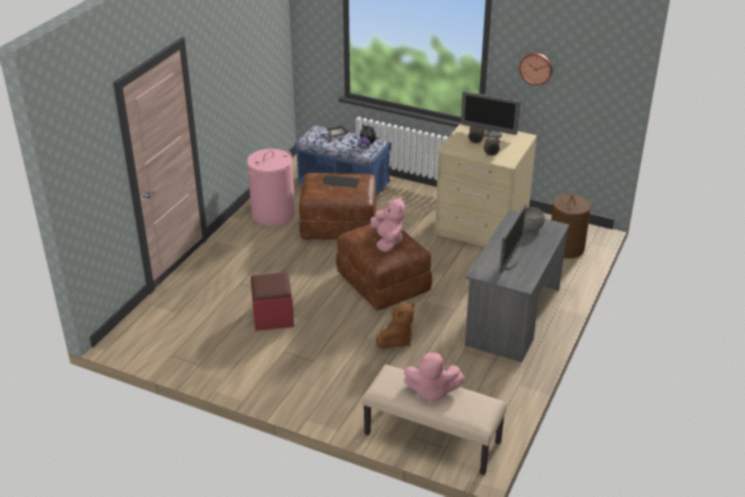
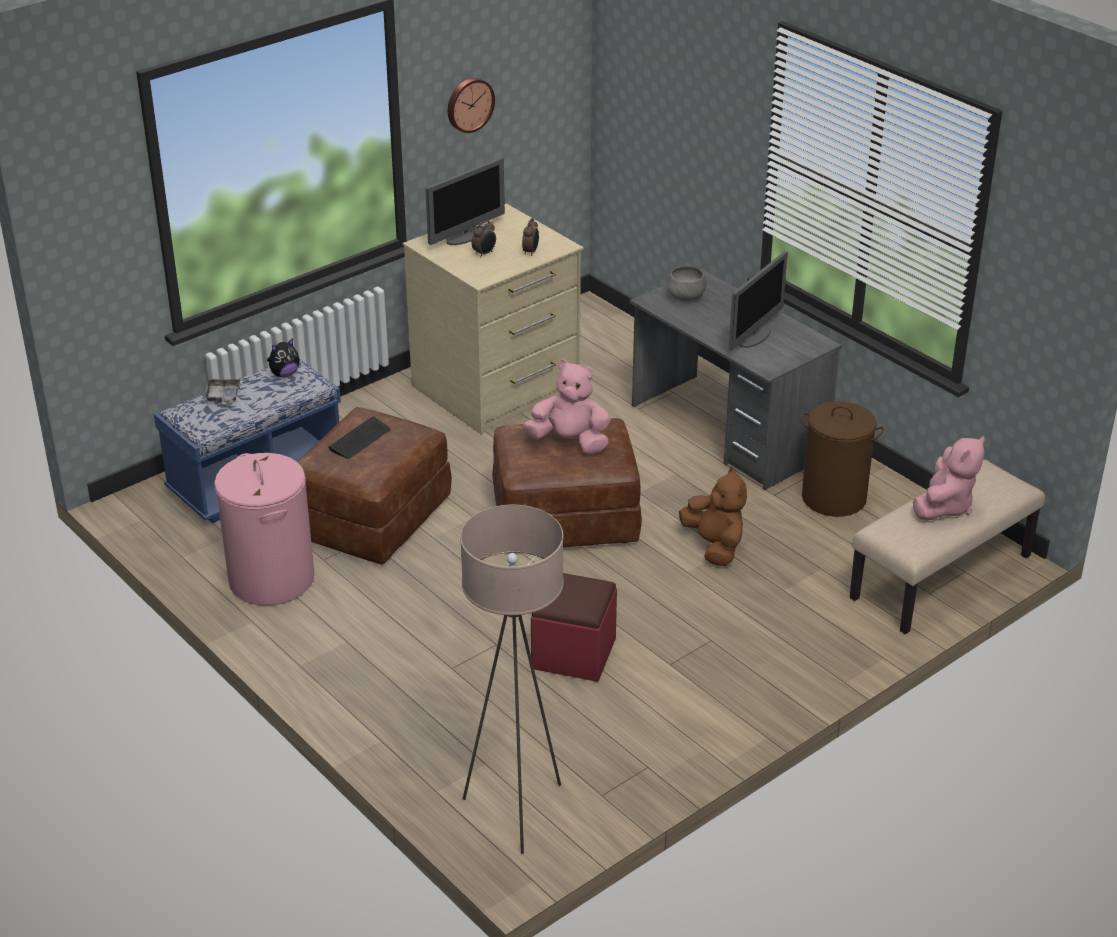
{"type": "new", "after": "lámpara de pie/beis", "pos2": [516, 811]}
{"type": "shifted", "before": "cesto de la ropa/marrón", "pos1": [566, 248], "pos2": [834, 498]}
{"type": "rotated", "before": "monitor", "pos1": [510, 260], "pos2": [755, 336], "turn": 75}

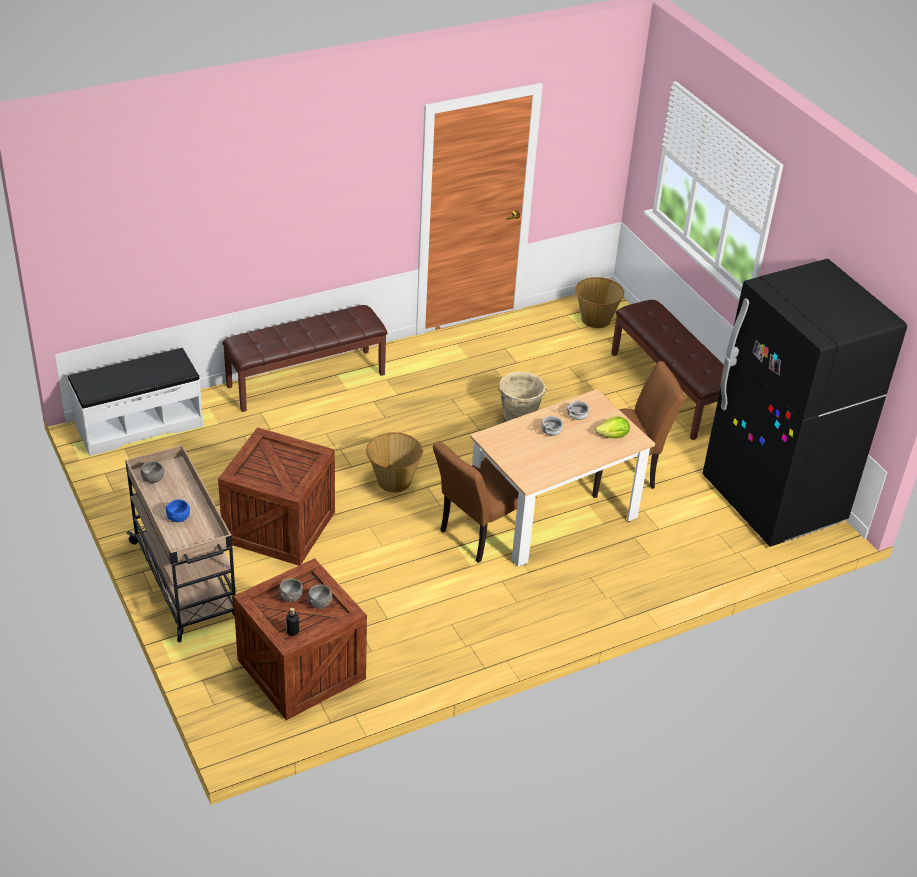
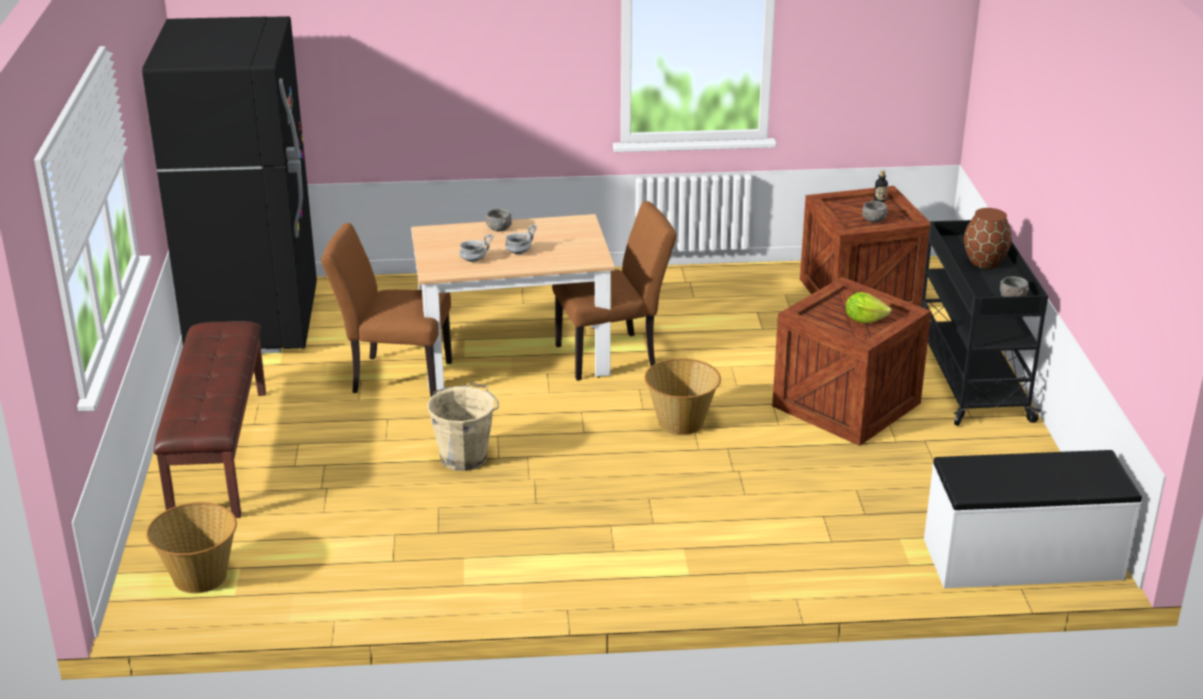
{"type": "gone", "before": "banco/marrón", "pos1": [306, 379]}
{"type": "shifted", "before": "cuenco/gris", "pos1": [320, 603], "pos2": [498, 228]}
{"type": "shifted", "before": "lechuga", "pos1": [613, 436], "pos2": [864, 319]}
{"type": "swapped", "before": "cuenco/azul", "after": "florero/marrón", "pos1": [178, 517], "pos2": [984, 262]}
{"type": "repainted", "before": "carrito/beis", "after": "carrito/negro", "pos1": [186, 582], "pos2": [969, 376]}

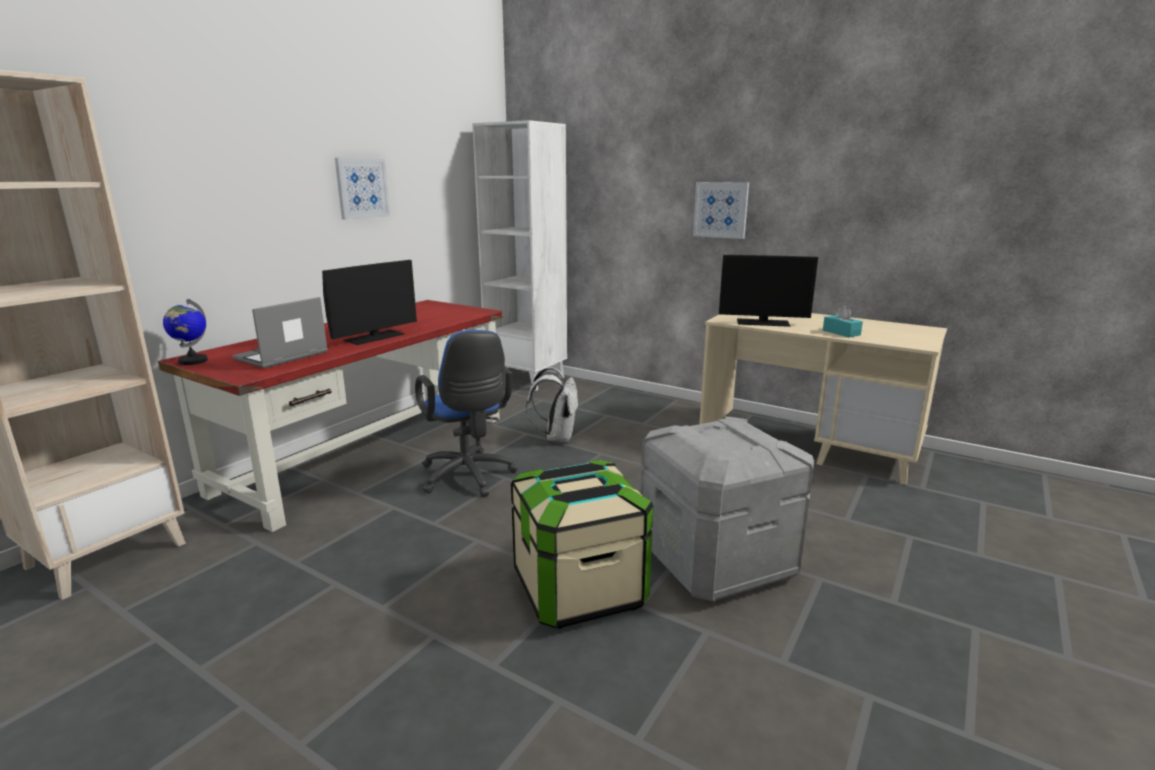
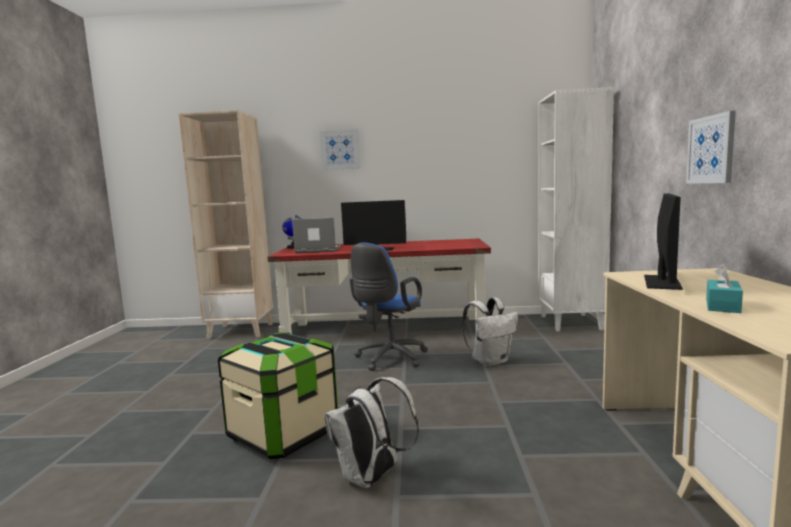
{"type": "shifted", "before": "cuadro", "pos1": [362, 188], "pos2": [340, 149]}
{"type": "swapped", "before": "caja de almacenaje/gris", "after": "mochila/blanco", "pos1": [717, 560], "pos2": [372, 478]}
{"type": "rotated", "before": "monitor", "pos1": [763, 322], "pos2": [662, 282], "turn": -135}

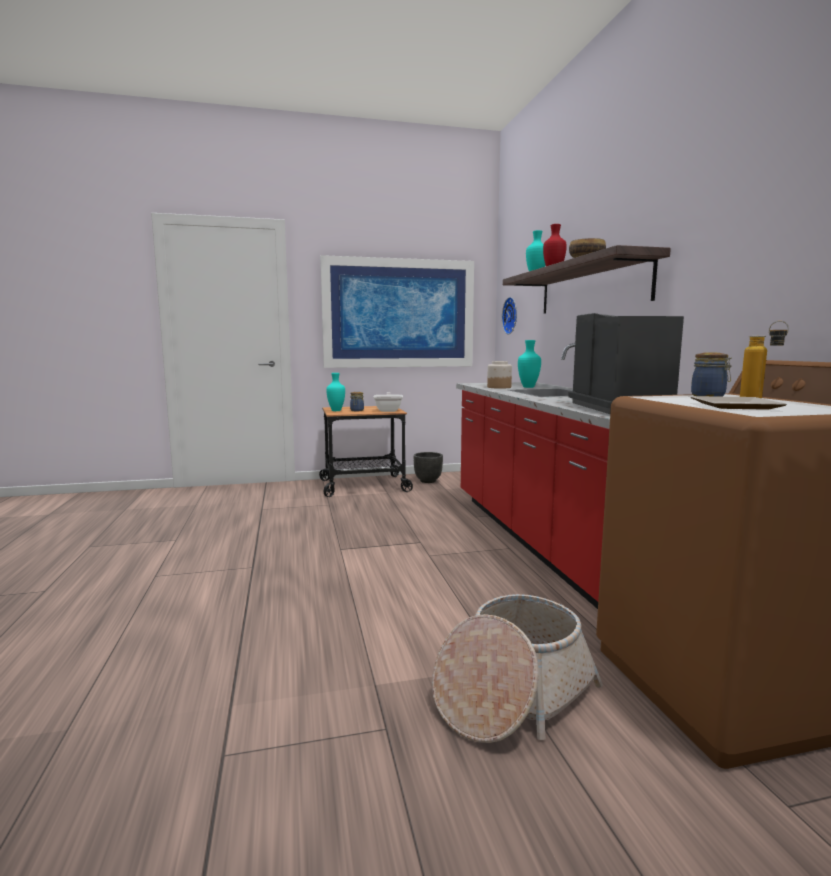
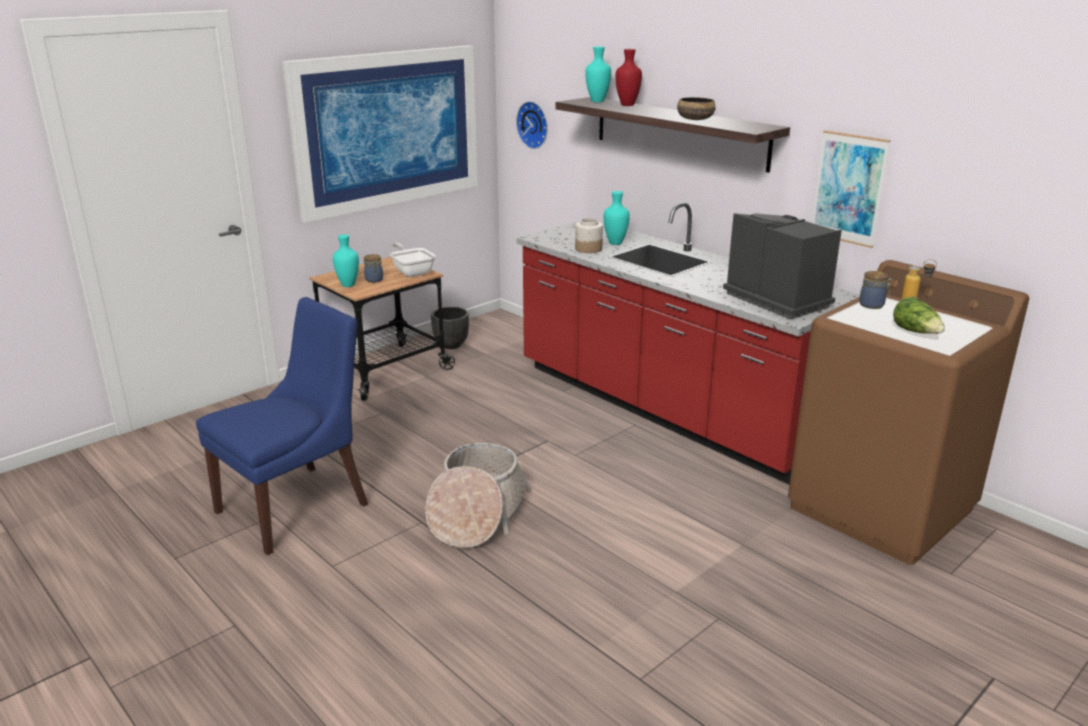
{"type": "new", "after": "silla/azul", "pos2": [297, 506]}
{"type": "new", "after": "cuadro", "pos2": [848, 188]}
{"type": "shifted", "before": "cesta", "pos1": [512, 694], "pos2": [476, 514]}
{"type": "swapped", "before": "plato", "after": "lechuga", "pos1": [736, 406], "pos2": [916, 332]}

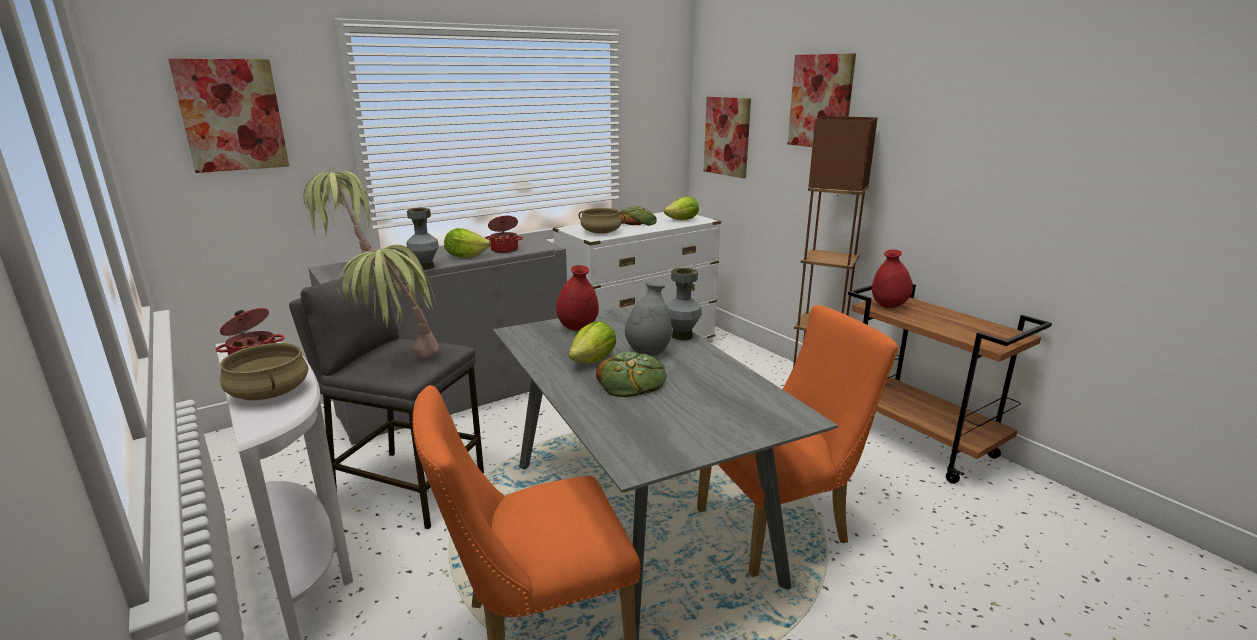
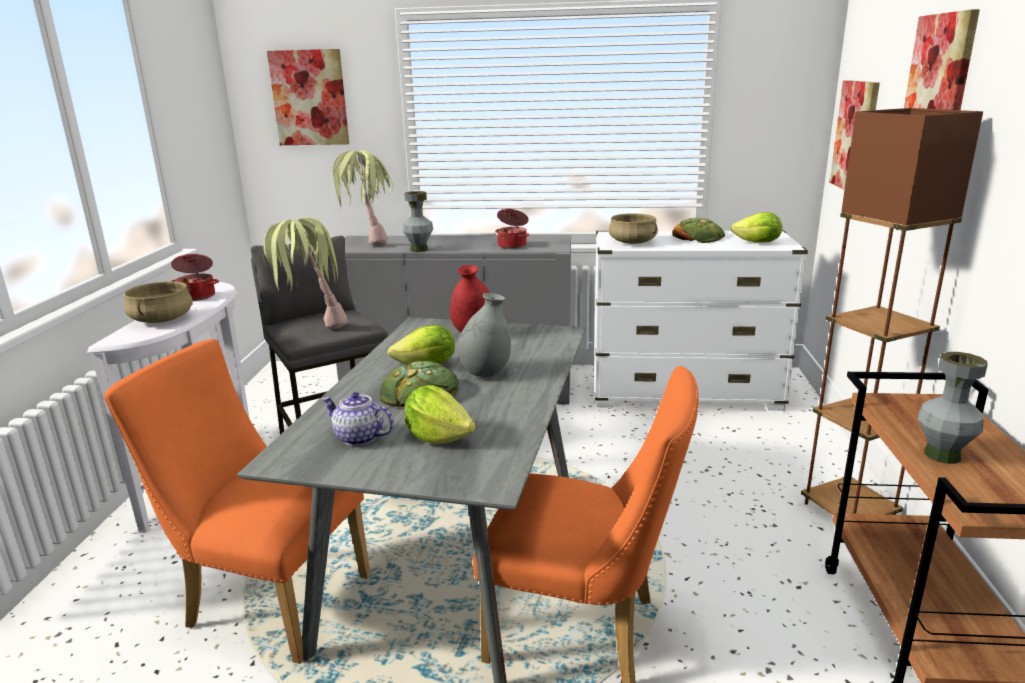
{"type": "gone", "before": "florero/rojo", "pos1": [888, 306]}
{"type": "new", "after": "tetera", "pos2": [358, 437]}
{"type": "shifted", "before": "lechuga", "pos1": [465, 256], "pos2": [438, 437]}
{"type": "shifted", "before": "florero/gris", "pos1": [682, 336], "pos2": [942, 455]}

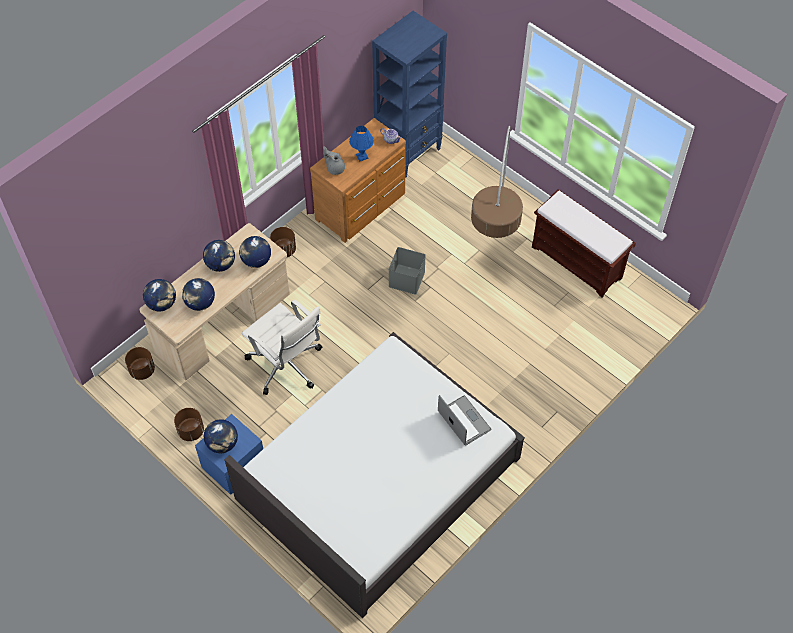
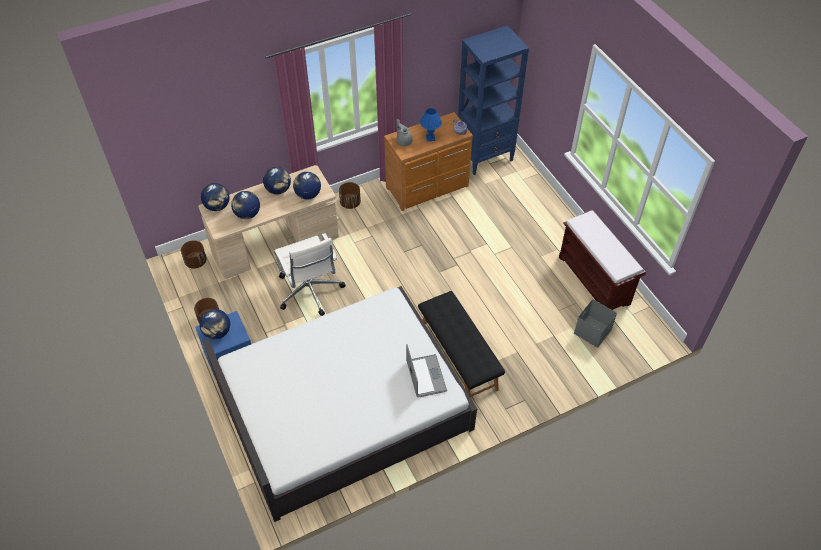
{"type": "gone", "before": "lámpara de pie", "pos1": [493, 248]}
{"type": "new", "after": "banco/negro", "pos2": [457, 357]}
{"type": "shifted", "before": "caja de almacenaje/gris", "pos1": [406, 278], "pos2": [592, 330]}

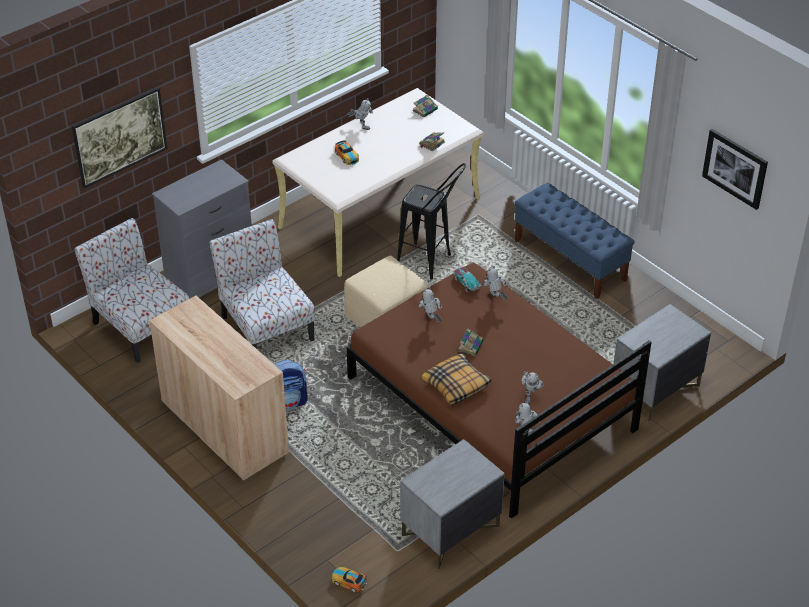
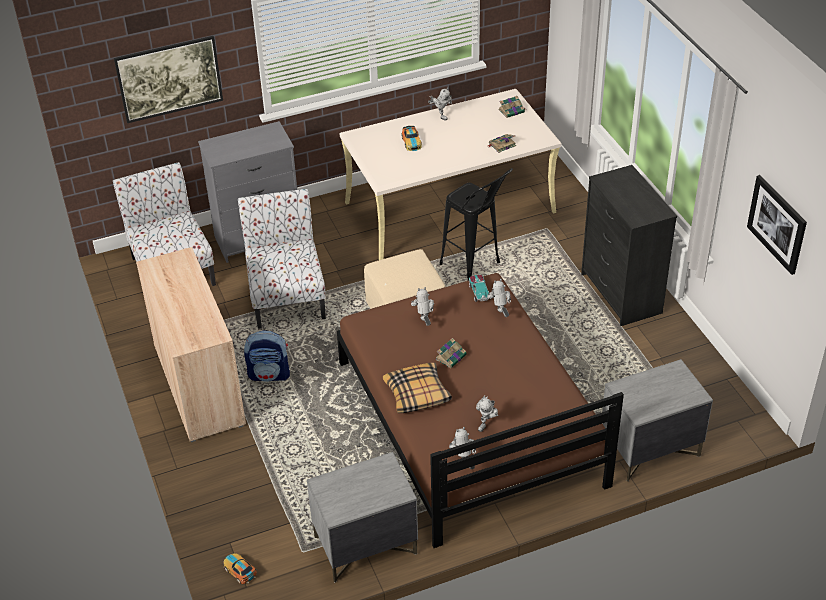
{"type": "swapped", "before": "banco/azul", "after": "cómoda/negro", "pos1": [570, 260], "pos2": [620, 293]}

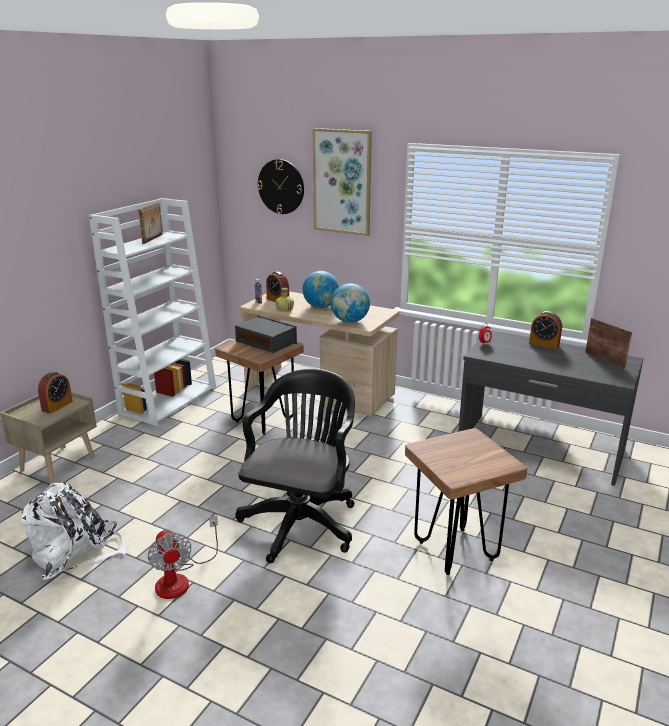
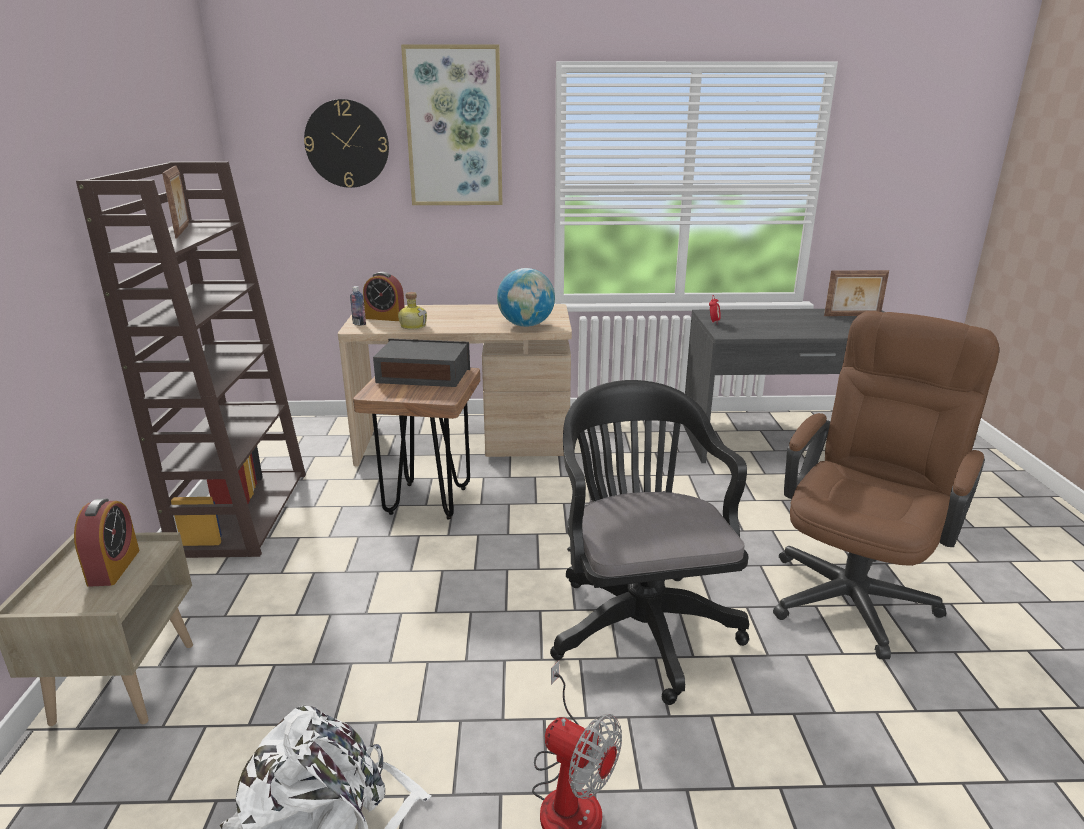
{"type": "gone", "before": "globo terráqueo", "pos1": [321, 307]}
{"type": "gone", "before": "despertador", "pos1": [544, 344]}
{"type": "swapped", "before": "taburete/marrón", "after": "silla de oficina/marrón", "pos1": [456, 551], "pos2": [856, 590]}
{"type": "repainted", "before": "estantería/blanco", "after": "estantería/marrón", "pos1": [169, 400], "pos2": [242, 511]}
{"type": "rotated", "before": "portarretratos", "pos1": [605, 360], "pos2": [852, 316], "turn": 150}

